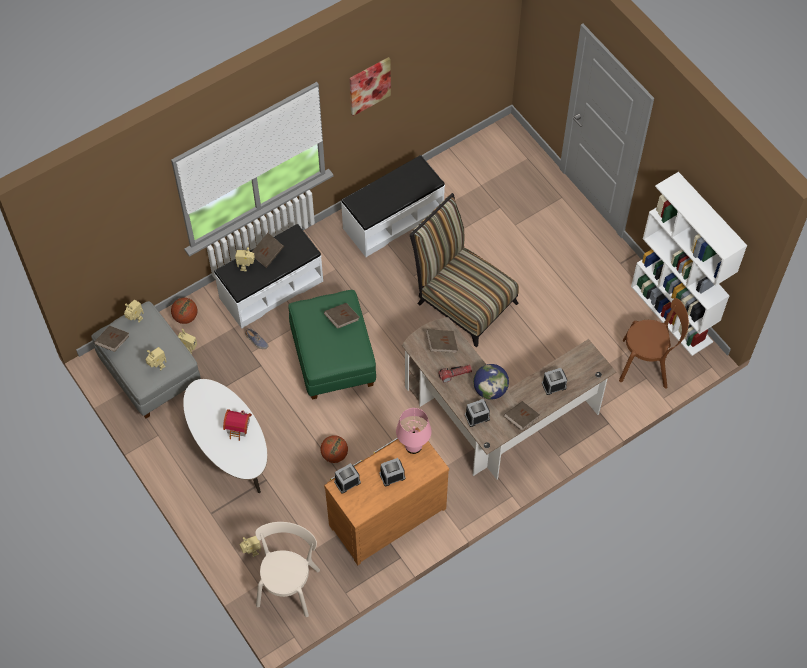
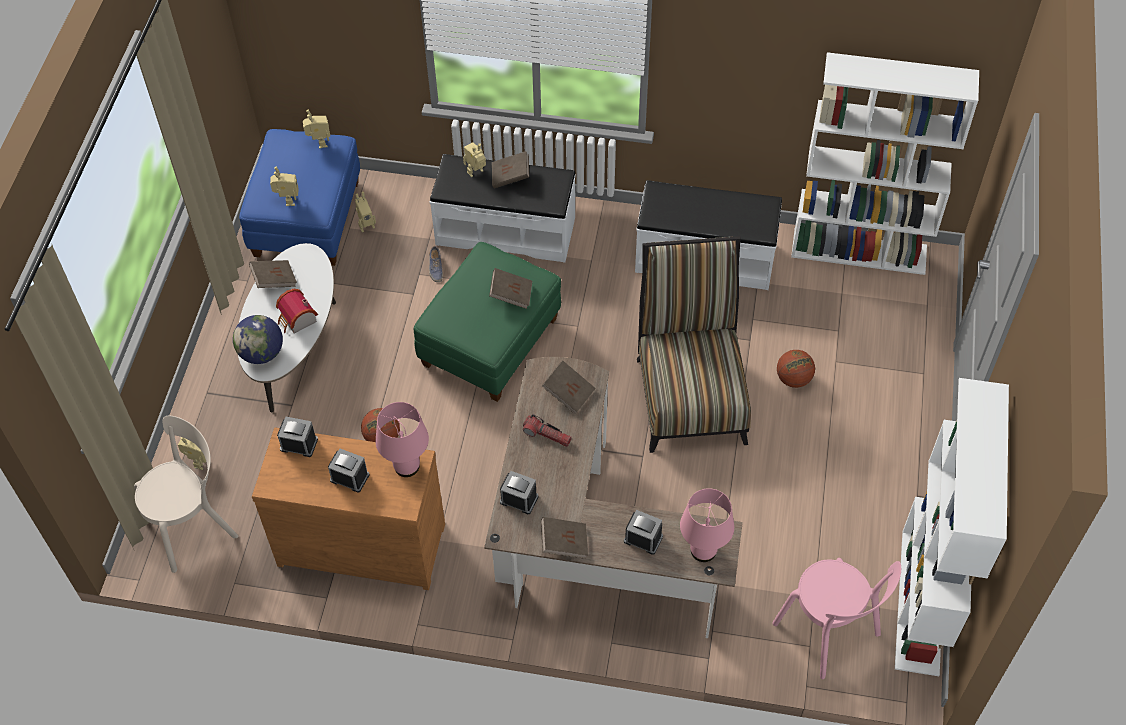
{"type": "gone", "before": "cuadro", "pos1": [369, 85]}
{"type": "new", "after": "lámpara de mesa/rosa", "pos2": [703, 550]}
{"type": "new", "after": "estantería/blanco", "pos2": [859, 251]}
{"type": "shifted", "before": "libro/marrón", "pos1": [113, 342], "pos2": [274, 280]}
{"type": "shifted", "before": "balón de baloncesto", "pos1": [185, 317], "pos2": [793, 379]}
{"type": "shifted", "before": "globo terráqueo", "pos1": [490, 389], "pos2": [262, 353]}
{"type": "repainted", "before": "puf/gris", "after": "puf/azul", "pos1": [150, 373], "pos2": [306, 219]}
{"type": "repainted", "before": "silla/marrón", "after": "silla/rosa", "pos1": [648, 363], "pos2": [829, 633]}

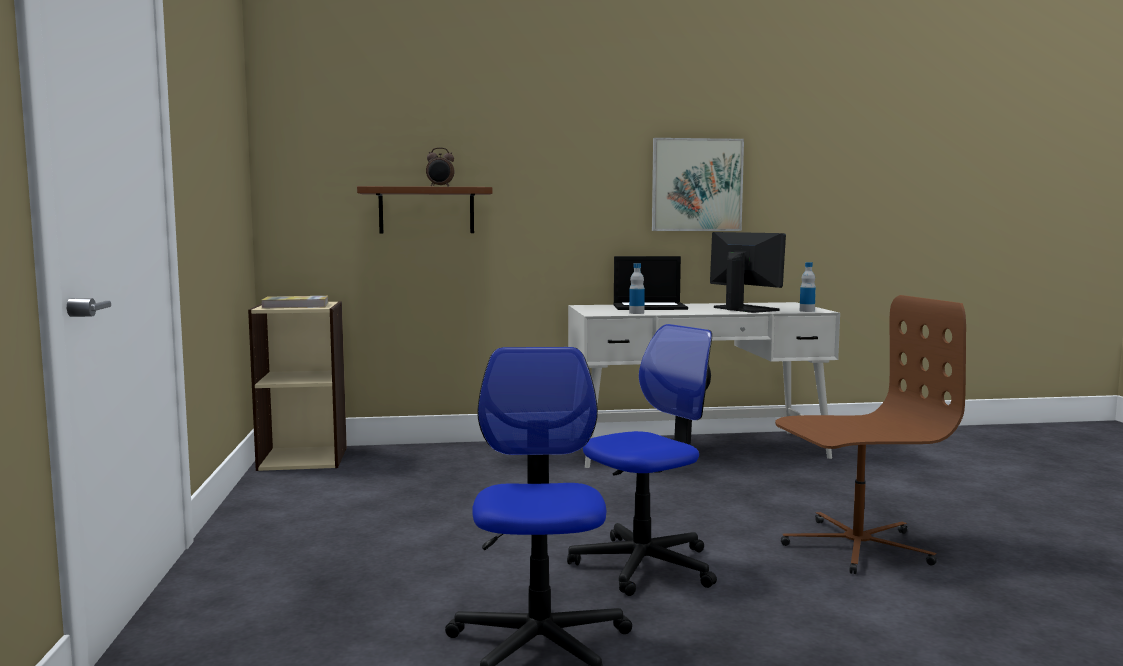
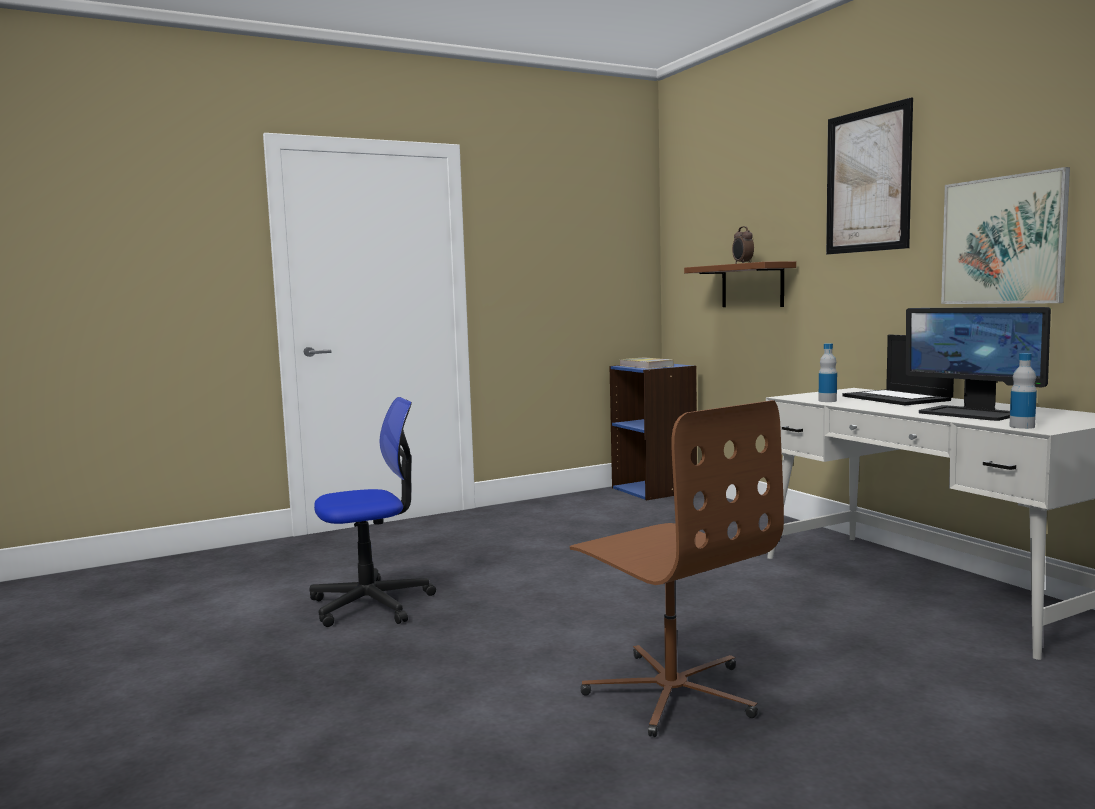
{"type": "gone", "before": "silla de oficina", "pos1": [644, 565]}
{"type": "new", "after": "cuadro", "pos2": [868, 181]}
{"type": "repainted", "before": "estantería/beis", "after": "estantería/azul", "pos1": [303, 458], "pos2": [654, 489]}
{"type": "rotated", "before": "monitor", "pos1": [744, 309], "pos2": [970, 413], "turn": 105}

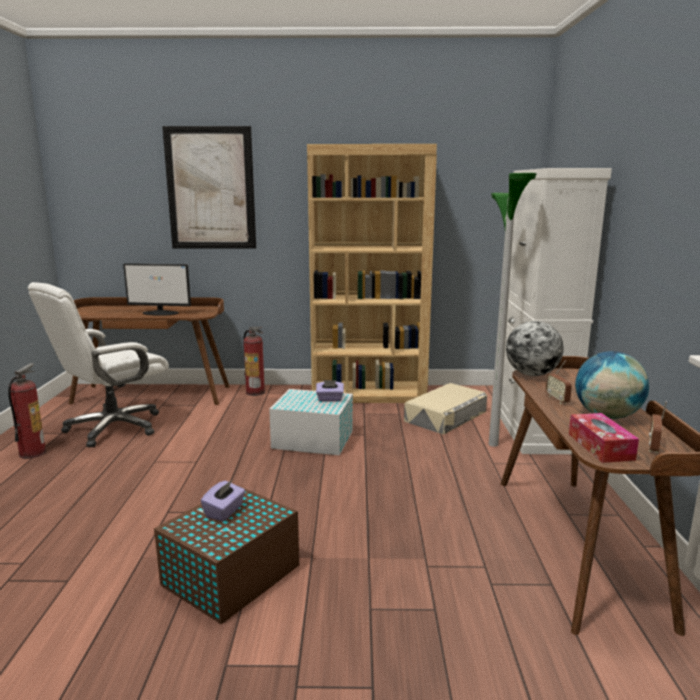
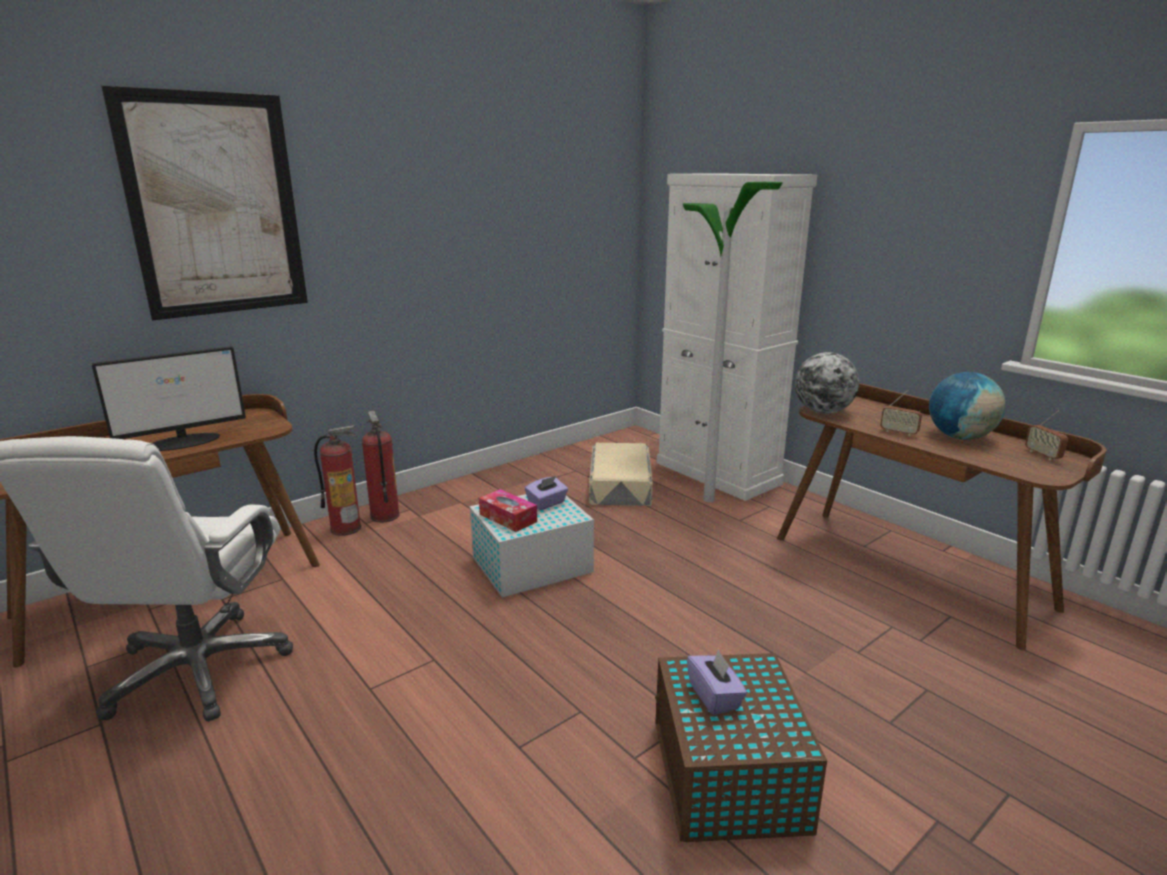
{"type": "gone", "before": "estantería/marrón", "pos1": [369, 394]}
{"type": "shifted", "before": "extintor", "pos1": [32, 453], "pos2": [384, 515]}
{"type": "shifted", "before": "caja de pañuelos", "pos1": [600, 446], "pos2": [508, 518]}

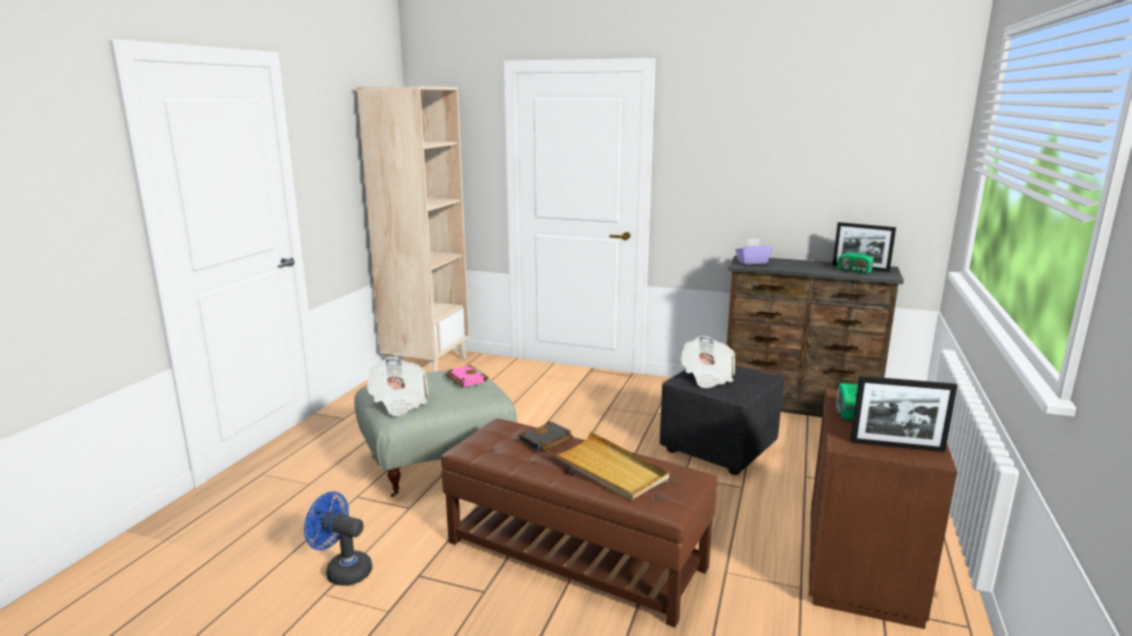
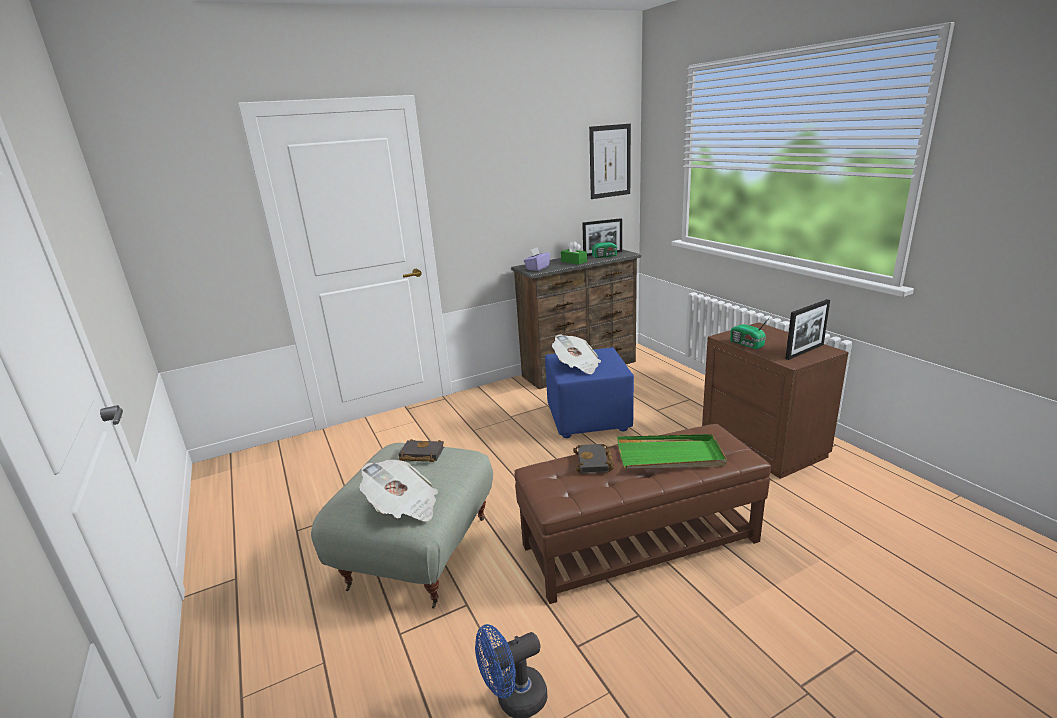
{"type": "gone", "before": "estantería/beis", "pos1": [426, 365]}
{"type": "new", "after": "caja de pañuelos/verde", "pos2": [574, 261]}
{"type": "new", "after": "cuadro", "pos2": [610, 161]}
{"type": "repainted", "before": "libro/rosa", "after": "libro/negro", "pos1": [464, 379], "pos2": [420, 455]}
{"type": "repainted", "before": "bandeja/beis", "after": "bandeja/verde", "pos1": [608, 469], "pos2": [670, 456]}
{"type": "repainted", "before": "puf/negro", "after": "puf/azul", "pos1": [717, 448], "pos2": [587, 419]}

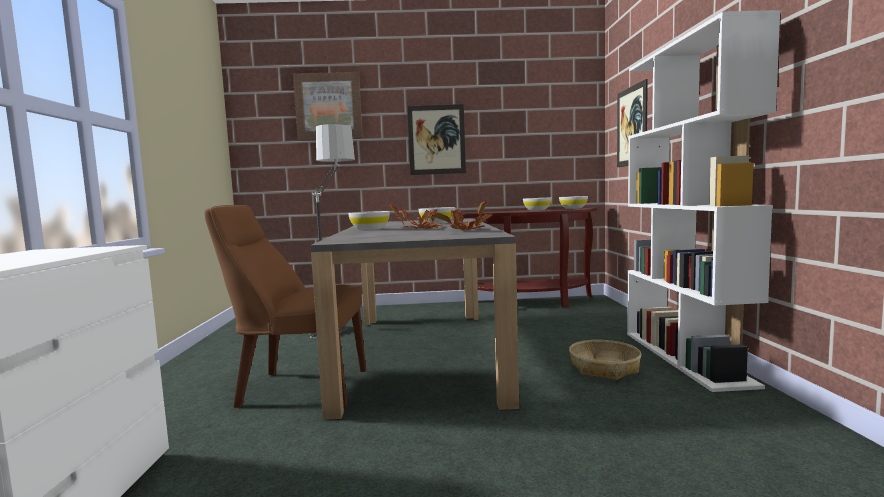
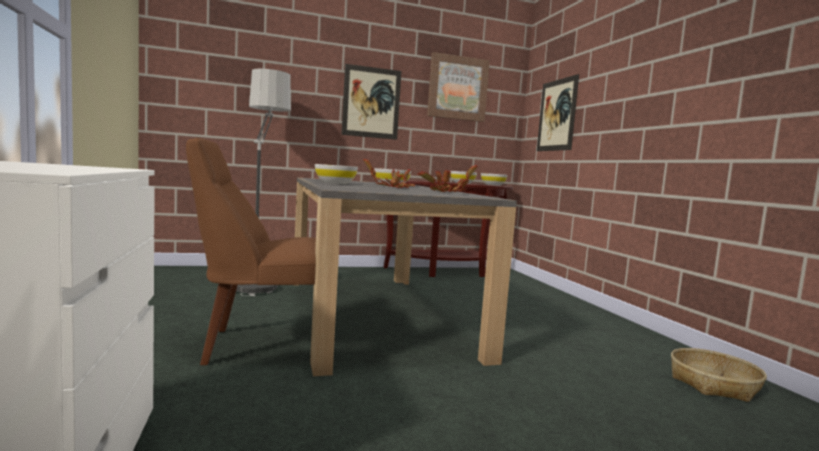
{"type": "gone", "before": "estantería/blanco", "pos1": [686, 357]}
{"type": "shifted", "before": "cuadro", "pos1": [328, 107], "pos2": [457, 88]}
{"type": "shifted", "before": "cesta", "pos1": [604, 368], "pos2": [713, 384]}

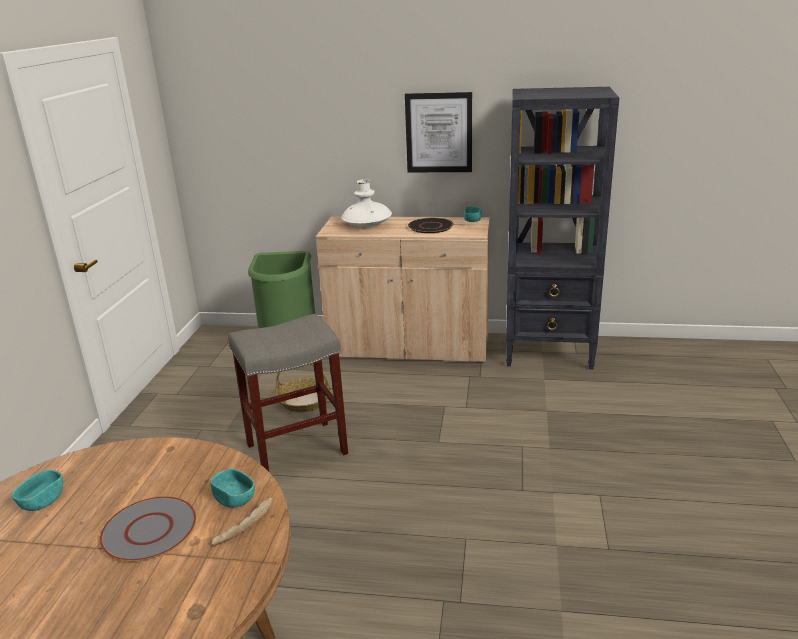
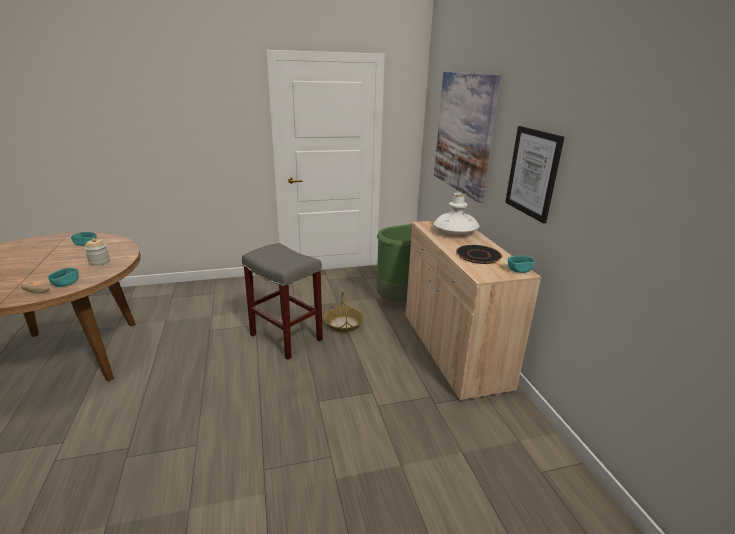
{"type": "gone", "before": "plato/gris", "pos1": [150, 530]}
{"type": "gone", "before": "estantería/negro", "pos1": [549, 352]}
{"type": "new", "after": "tarro", "pos2": [99, 262]}
{"type": "new", "after": "cuadro", "pos2": [463, 133]}

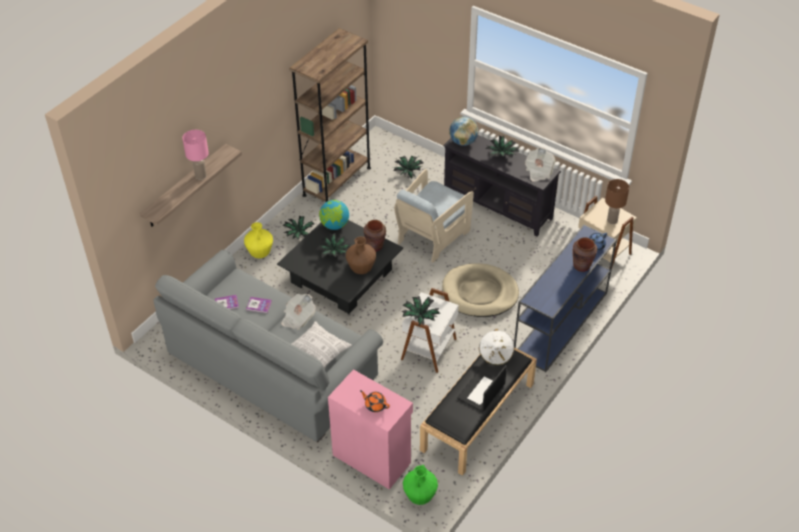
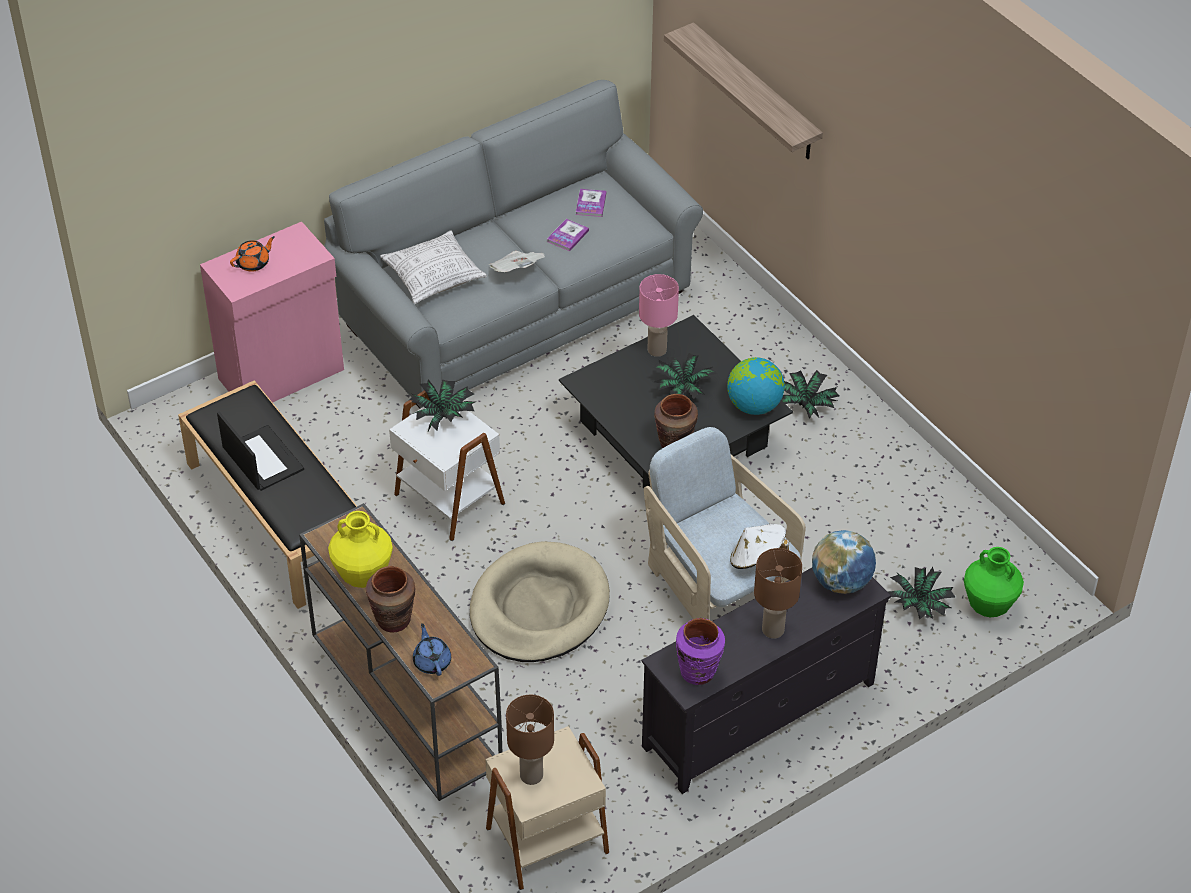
{"type": "gone", "before": "estantería/marrón", "pos1": [337, 181]}
{"type": "gone", "before": "florero/marrón", "pos1": [361, 269]}
{"type": "shifted", "before": "lámpara de mesa/rosa", "pos1": [200, 175], "pos2": [657, 349]}
{"type": "shifted", "before": "florero/amarillo", "pos1": [260, 254], "pos2": [362, 576]}
{"type": "shifted", "before": "florero/verde", "pos1": [420, 497], "pos2": [988, 606]}
{"type": "shifted", "before": "sombrero/blanco", "pos1": [496, 354], "pos2": [757, 560]}
{"type": "swapped", "before": "planta en maceta", "after": "lámpara de mesa/marrón", "pos1": [501, 155], "pos2": [773, 630]}
{"type": "swapped", "before": "periódico", "after": "florero/morado", "pos1": [538, 171], "pos2": [698, 672]}
{"type": "repainted", "before": "mesa consola/azul", "after": "mesa consola/marrón", "pos1": [560, 324], "pos2": [403, 697]}

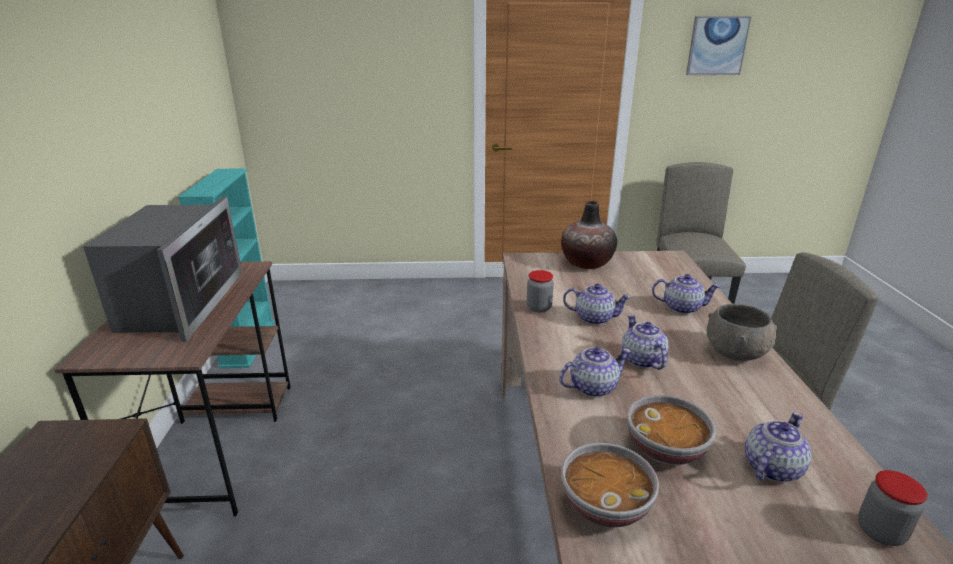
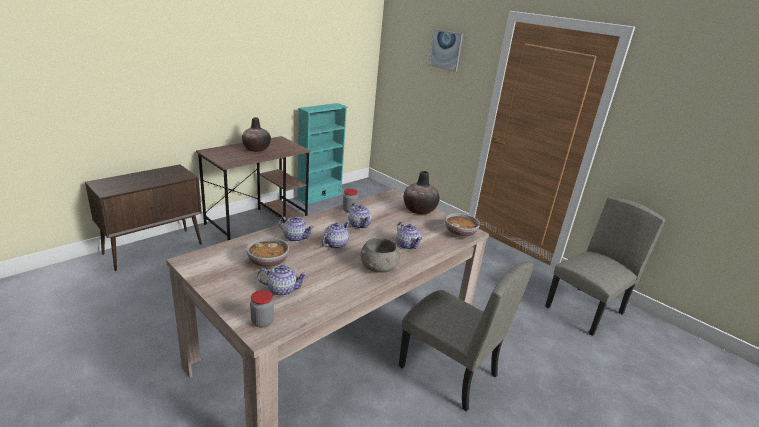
{"type": "shifted", "before": "cuenco", "pos1": [604, 504], "pos2": [460, 233]}
{"type": "shifted", "before": "cuadro", "pos1": [717, 46], "pos2": [446, 50]}
{"type": "swapped", "before": "microondas", "after": "florero", "pos1": [181, 303], "pos2": [256, 149]}

